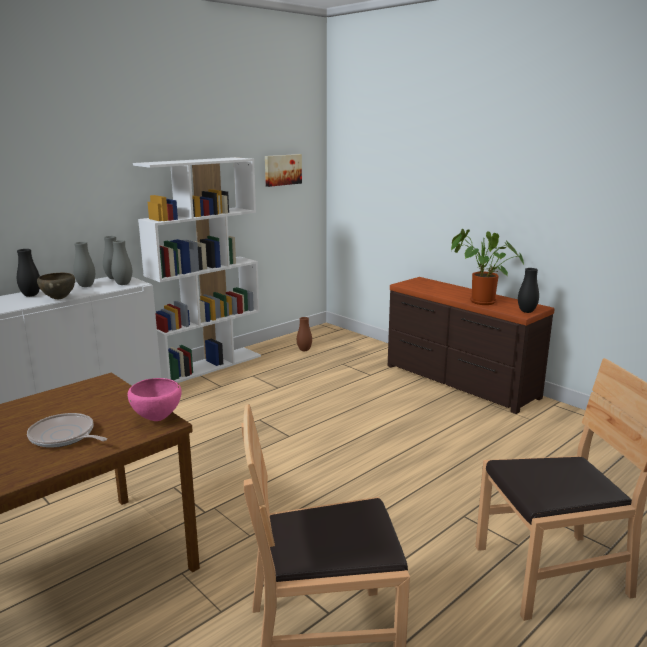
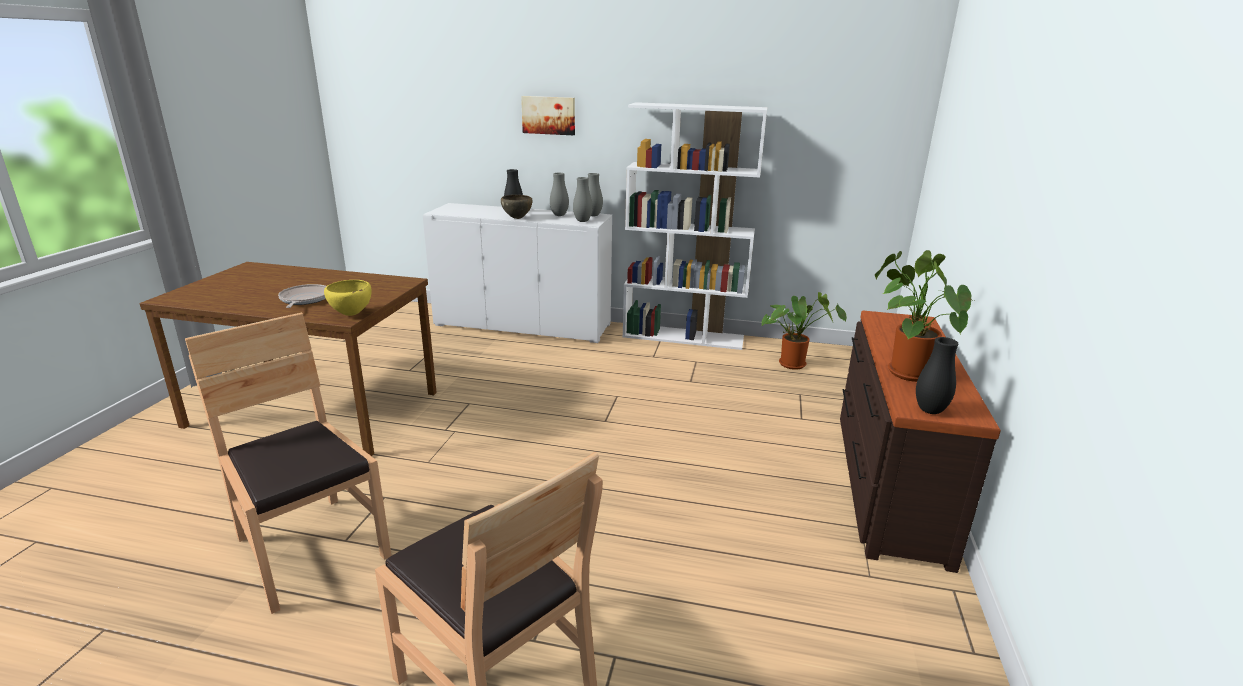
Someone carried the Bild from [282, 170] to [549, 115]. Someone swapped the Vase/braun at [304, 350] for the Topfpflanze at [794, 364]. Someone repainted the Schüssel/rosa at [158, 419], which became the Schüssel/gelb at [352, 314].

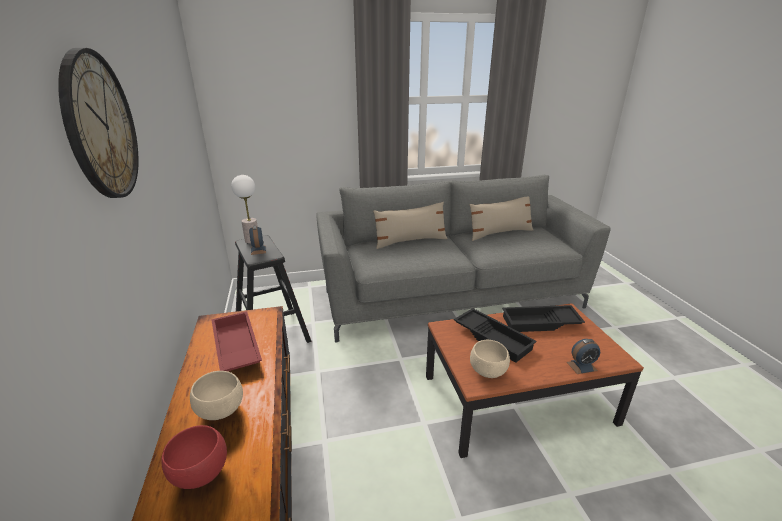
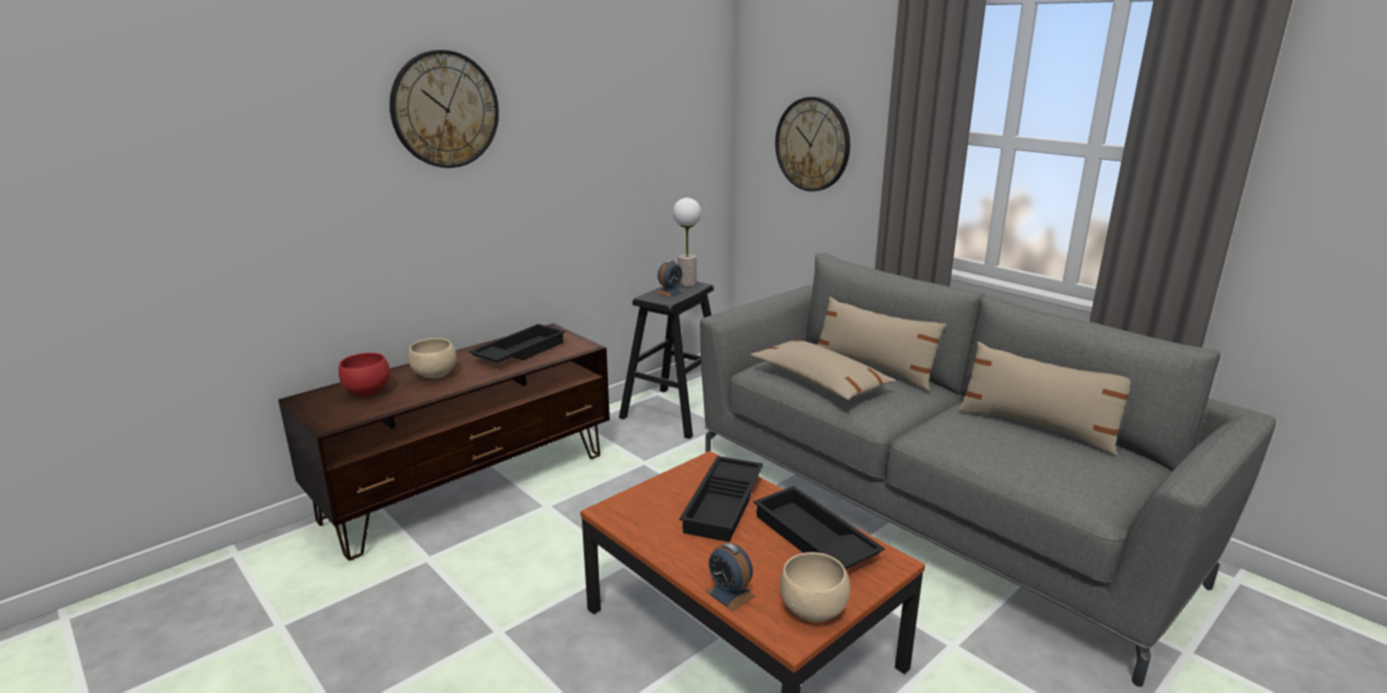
Someone repainted the Tablett/rot at [235, 347], which became the Tablett/schwarz at [519, 352]. Someone carried the Schüssel/beige from [488, 372] to [814, 612]. Someone put up the Wanduhr at [812, 144]. Someone put down the Kissen/beige at [819, 382].

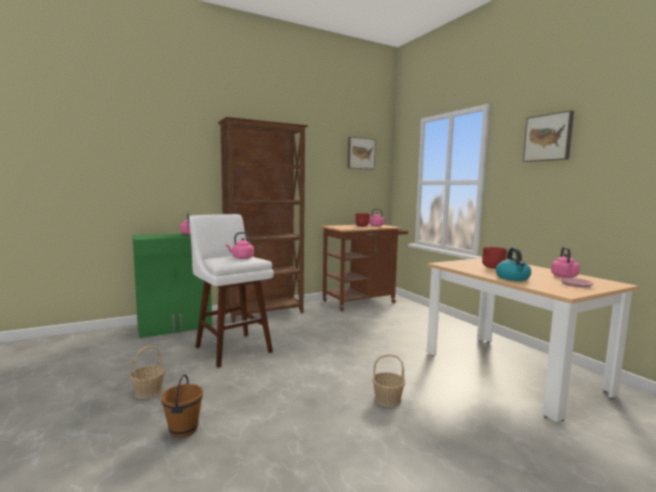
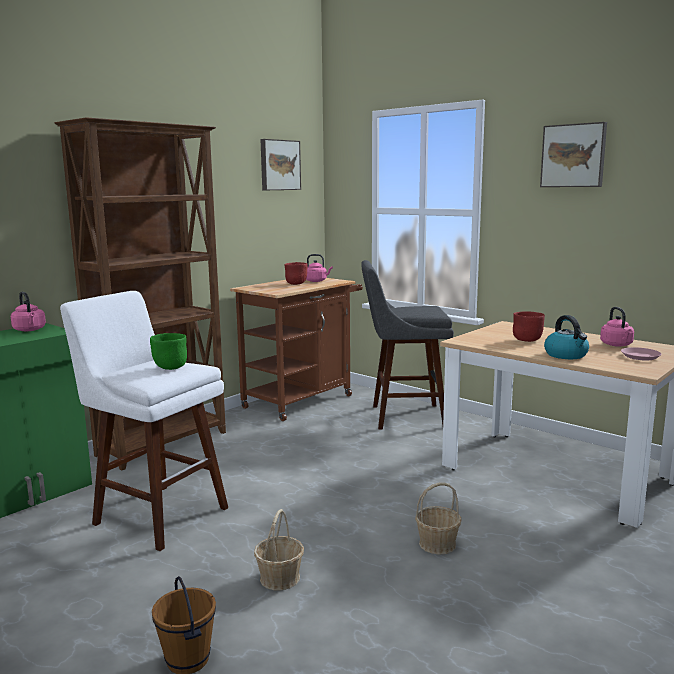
Someone swapped the Wasserkessel/rosa at [241, 258] for the Schüssel/grün at [170, 368]. Someone carried the Korb from [149, 392] to [280, 578]. Someone put down the Hocker/grau at [403, 416].

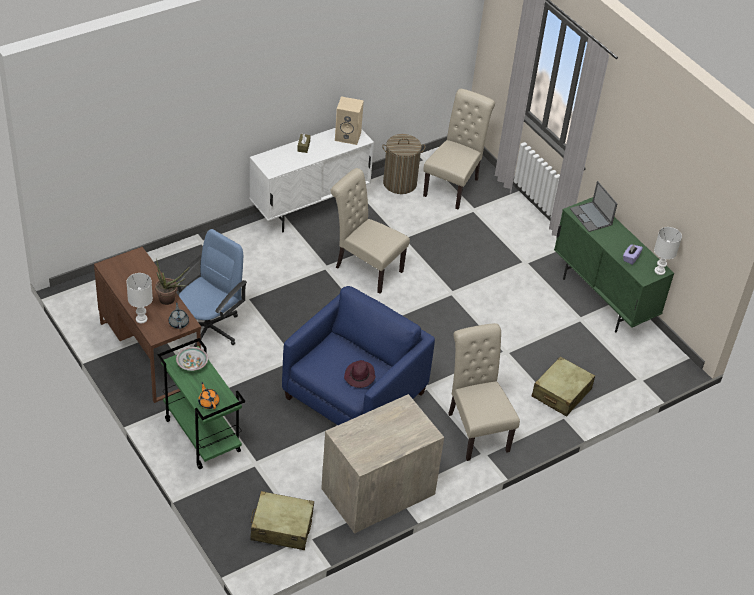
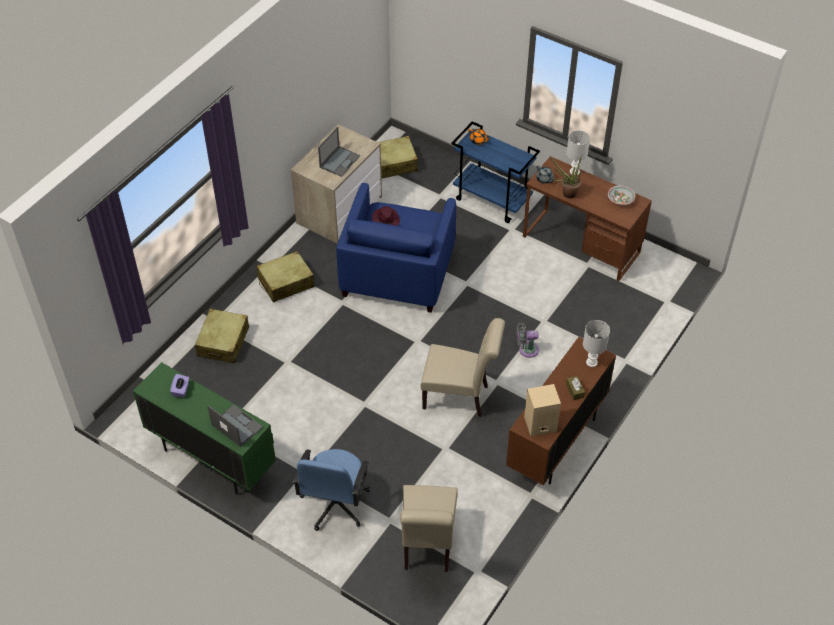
Someone repainted the Schrank/weiß at [309, 209], which became the Schrank/braun at [556, 443]. Someone took away the Wäschekorb at [400, 183]. Someone carried the Tischlampe/weiß from [659, 271] to [592, 362]. Someone carried the Bürostuhl/blau from [209, 328] to [334, 504]. Someone swapped the Stuhl/beige at [476, 429] for the Koffer/beige at [285, 283]. Someone repainted the Rollwagen/grün at [201, 435], which became the Rollwagen/blau at [492, 200]. Someone carried the Schüssel from [192, 364] to [620, 200]. Someone put down the Laptop at [340, 161]. Someone put down the Ventilator/grau at [526, 350].

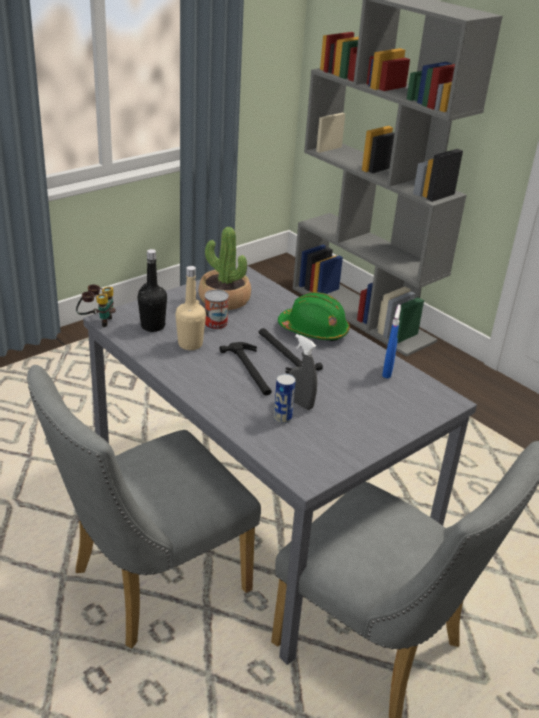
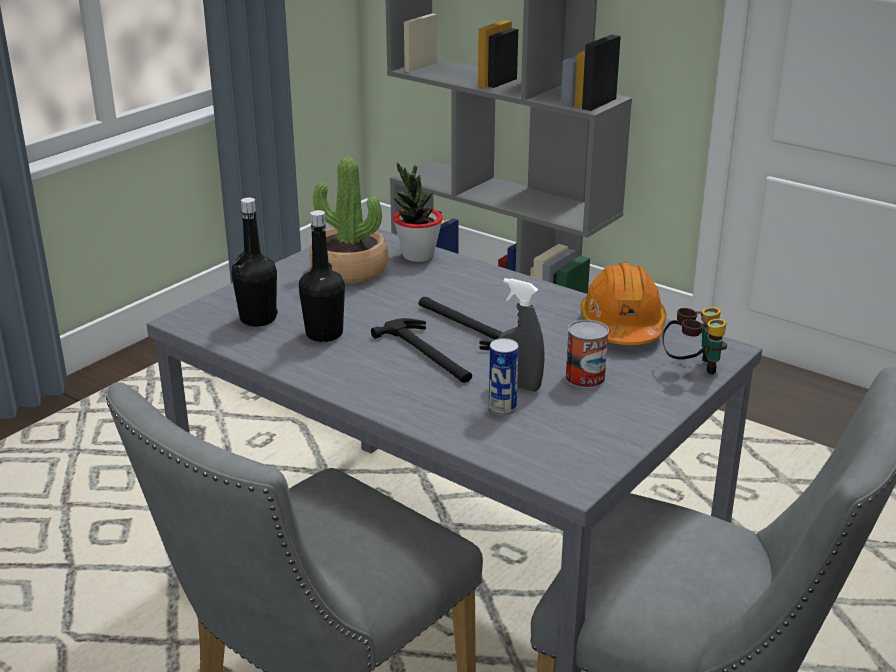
Someone repainted the Flasche/beige at [190, 344], which became the Flasche/schwarz at [324, 334]. Someone carried the Fernglas from [97, 321] to [692, 367]. Someone carried the Dose from [215, 323] to [585, 378]. Someone took away the Schutzhelm/grün at [314, 330]. Someone swapped the Sprühflasche/blau at [387, 371] for the Schutzhelm/orange at [622, 327]. Someone put down the Topfpflanze at [418, 256].

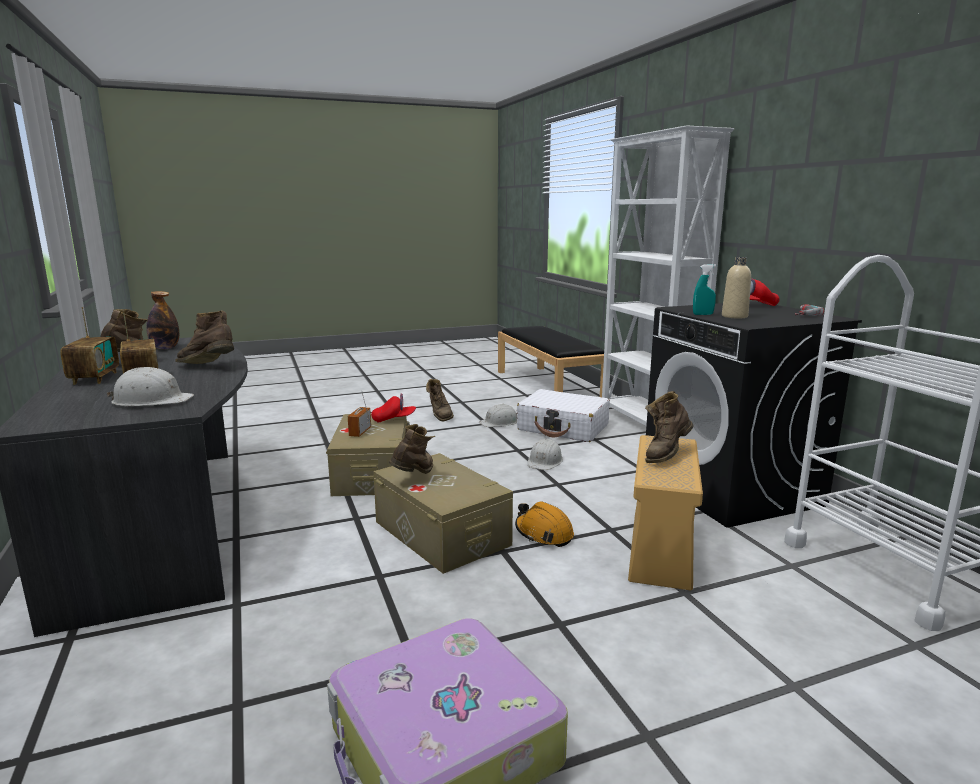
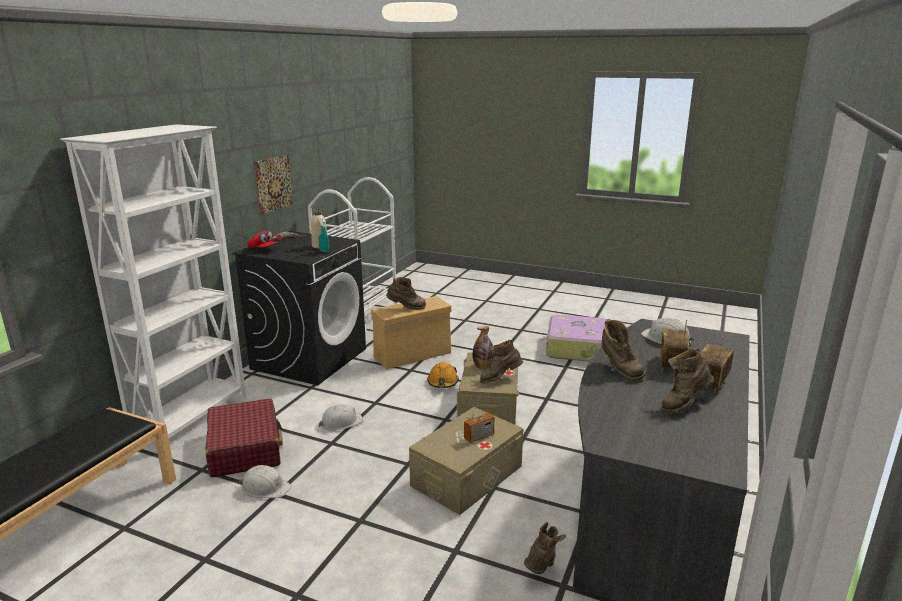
Someone carried the Flasche from [165, 348] to [483, 367]. Someone carried the Stiefel/braun from [440, 416] to [541, 567]. Someone repainted the Koffer/weiß at [563, 428], which became the Koffer/rot at [245, 448]. Someone took away the Kappe/rot at [394, 419]. Someone put up the Bild at [274, 184].

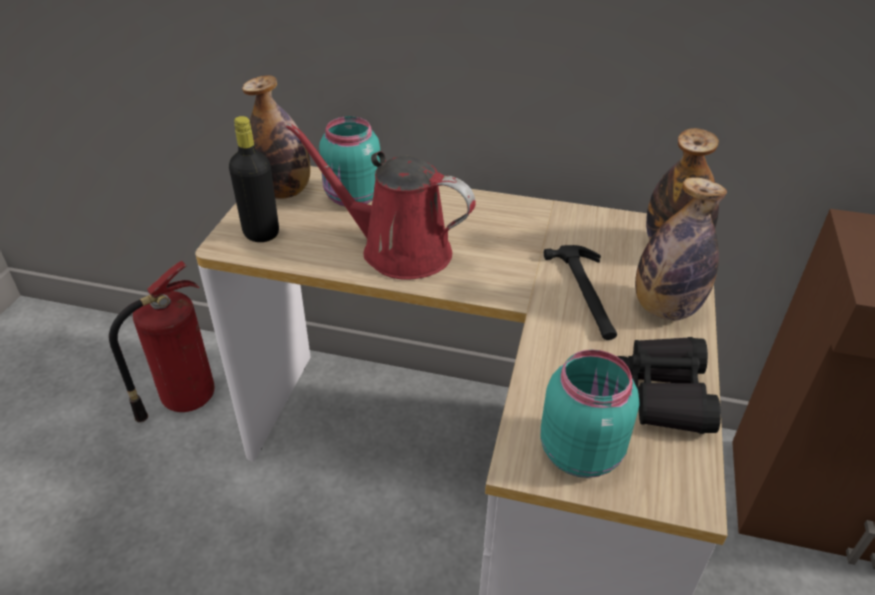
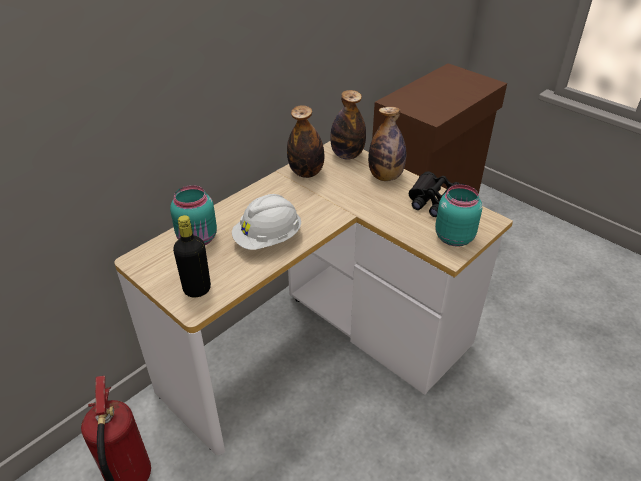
Someone carried the Flasche from [284, 191] to [306, 173]. Someone swapped the Gießkanne/rot at [397, 250] for the Schutzhelm/weiß at [268, 239]. Someone took away the Hammer at [587, 293].

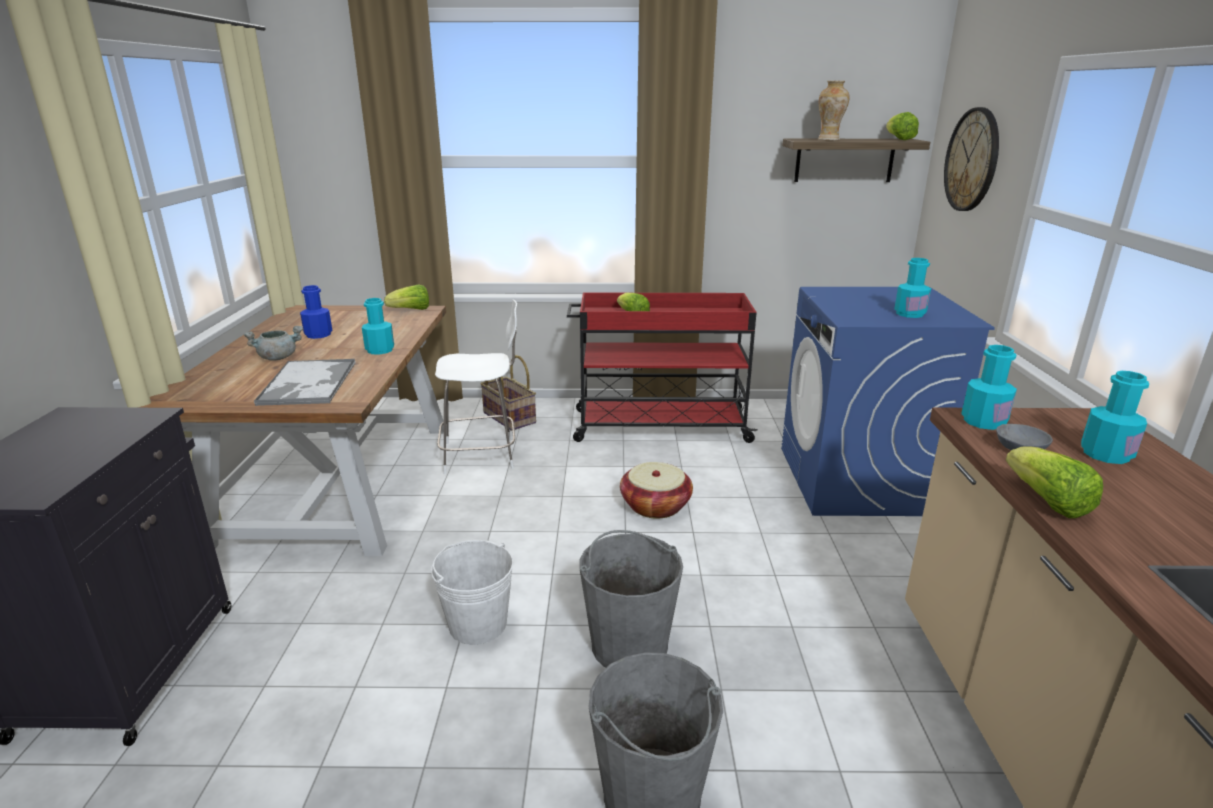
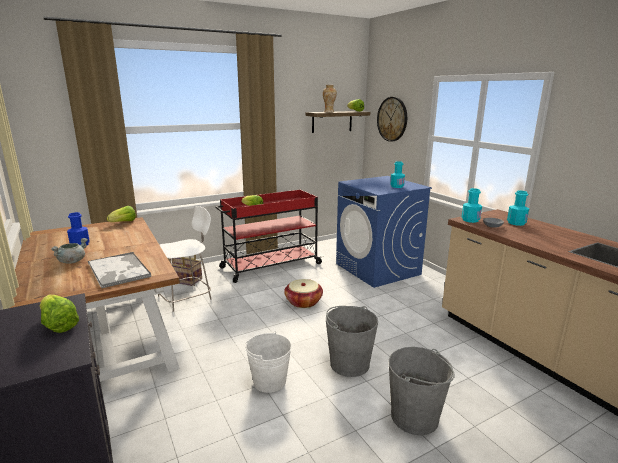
Someone took away the Flasche/türkis at [380, 350]. Someone carried the Salatkopf from [1046, 502] to [59, 325].

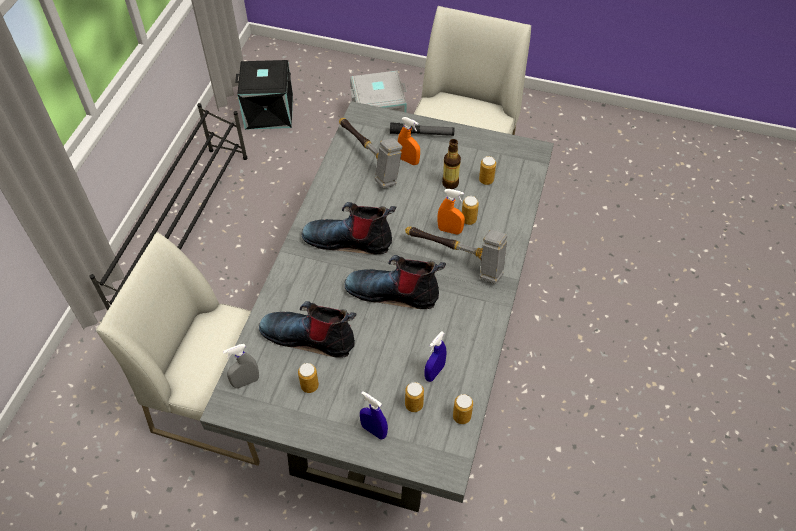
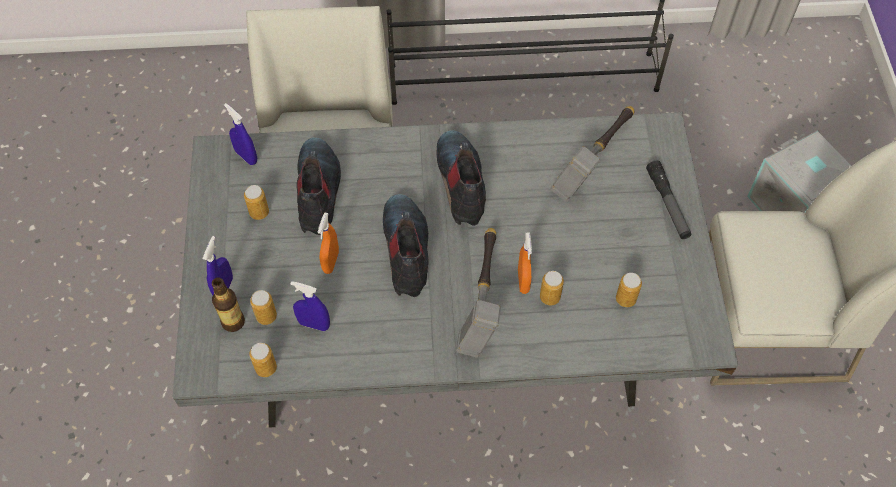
Someone took away the Aufbewahrungsbox/schwarz at [269, 111]. Someone carried the Sprühflasche/orange from [408, 160] to [331, 262]. Someone carried the Flasche from [450, 183] to [233, 322]. Someone repainted the Sprühflasche/grau at [246, 382], which became the Sprühflasche/blau at [246, 156].

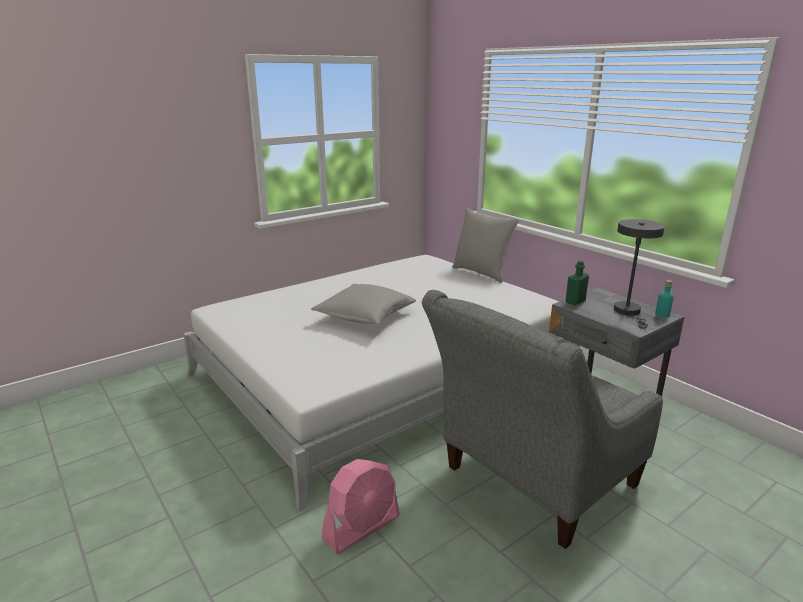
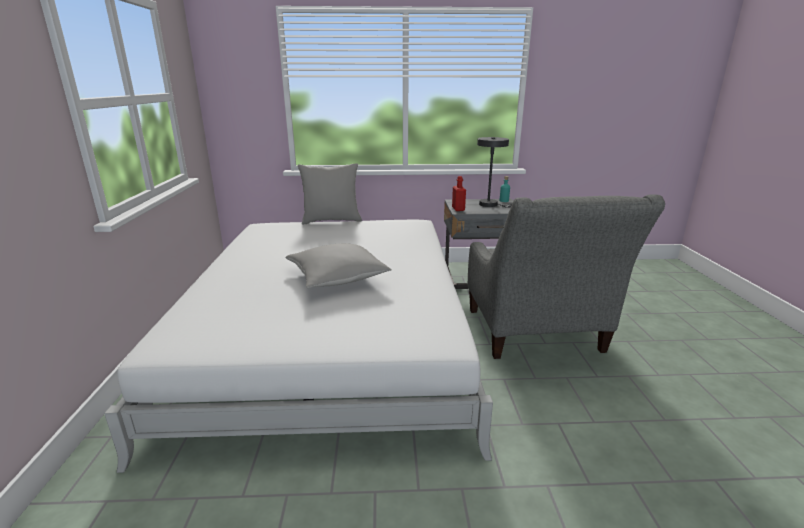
Someone repainted the Flasche/grün at [575, 302], which became the Flasche/rot at [458, 209]. Someone took away the Ventilator/rosa at [362, 527].

